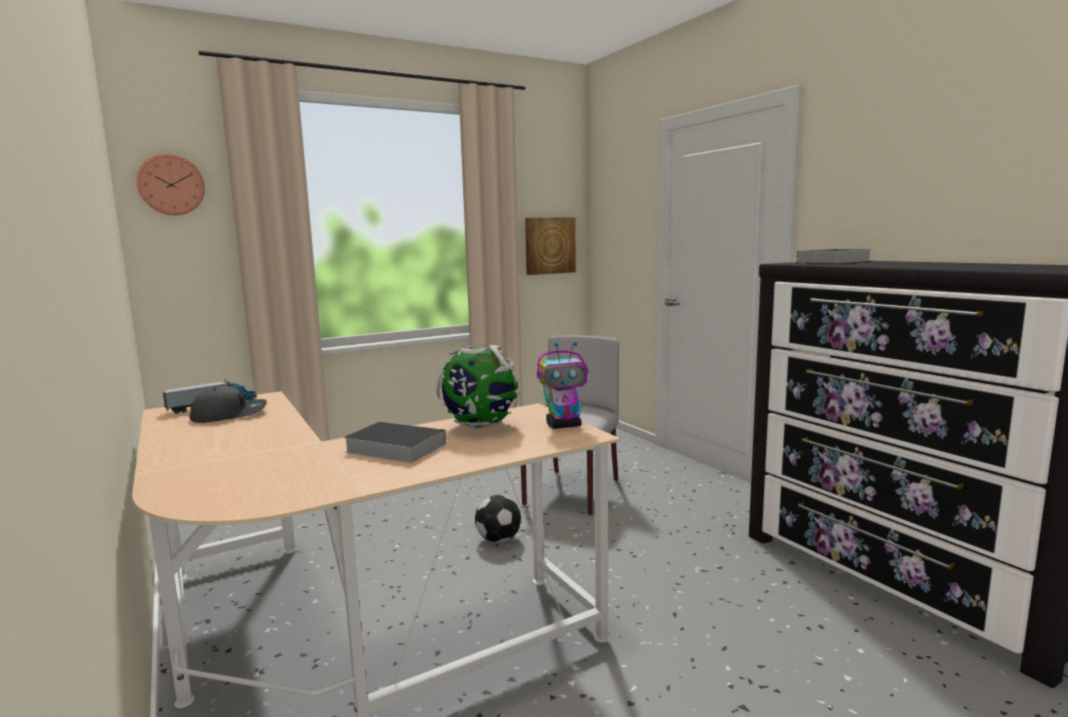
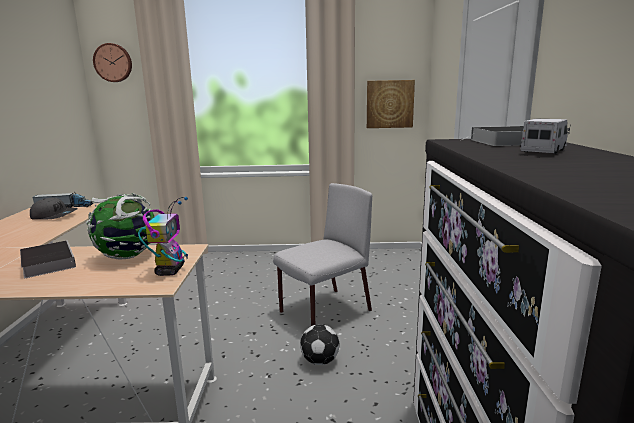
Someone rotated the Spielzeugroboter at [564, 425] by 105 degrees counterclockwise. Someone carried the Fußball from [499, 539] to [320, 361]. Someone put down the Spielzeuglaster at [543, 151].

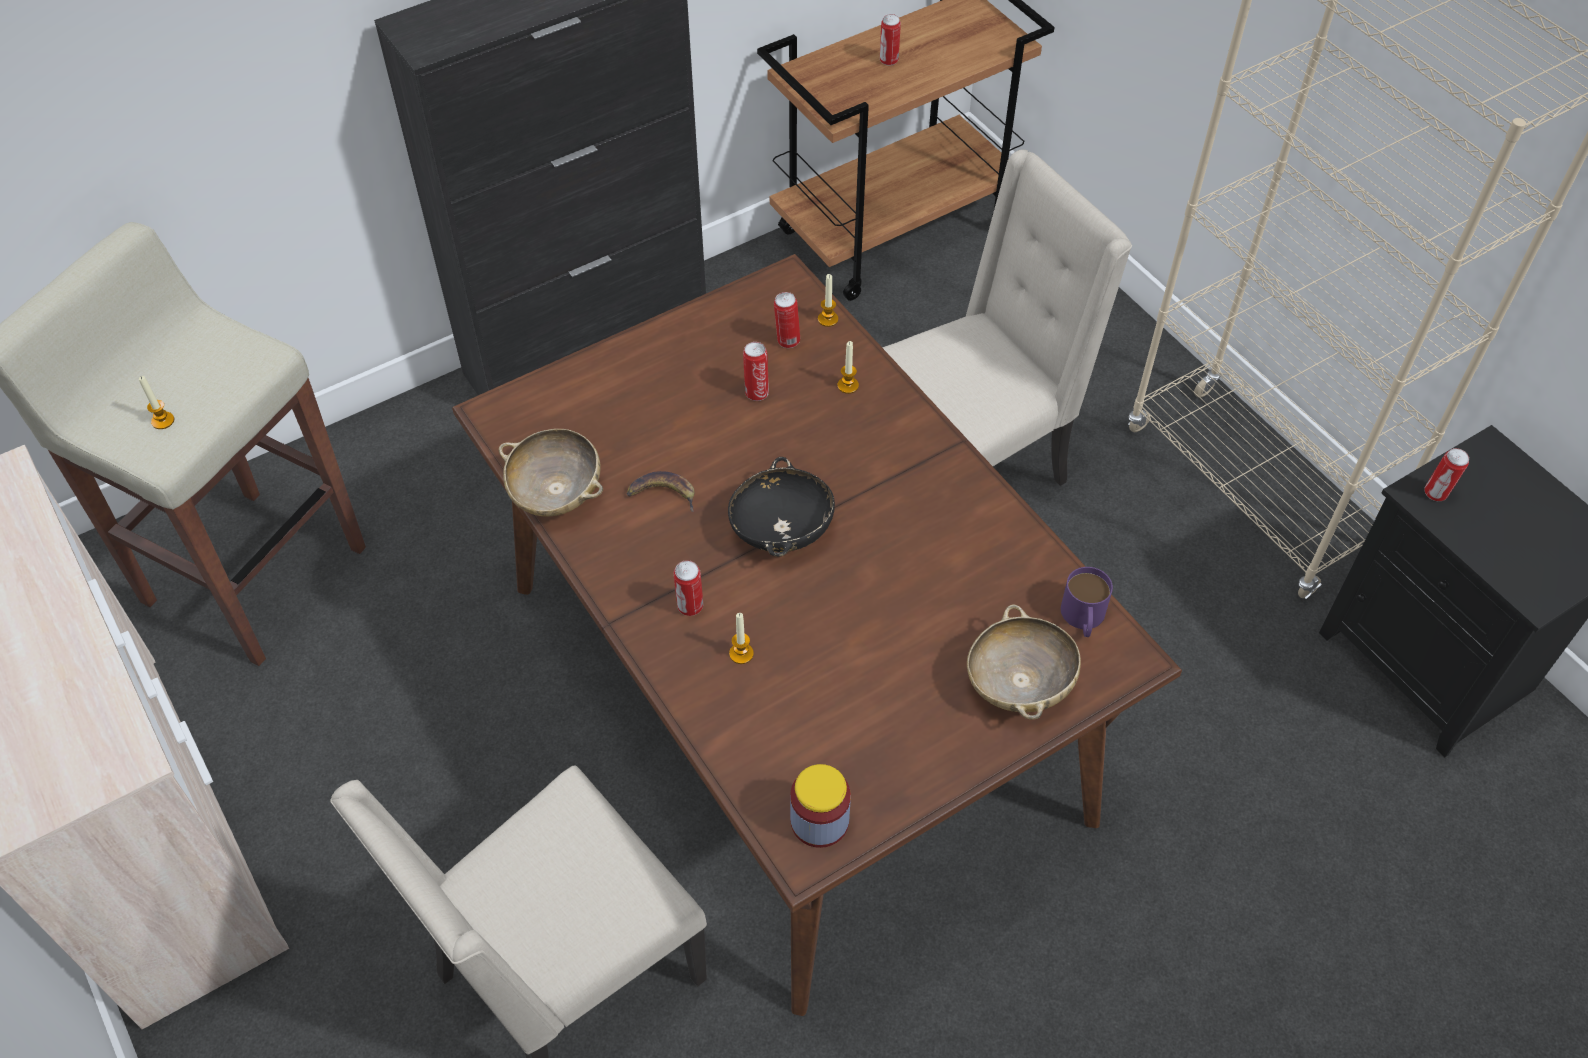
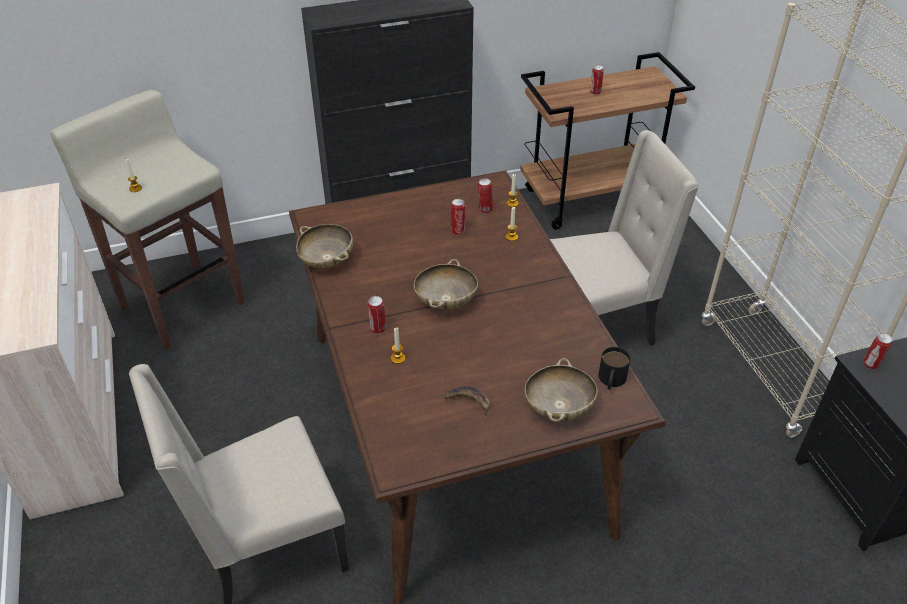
Someone repainted the Schüssel/schwarz at [781, 530], which became the Schüssel/beige at [445, 301]. Someone carried the Banane from [662, 494] to [468, 402]. Someone repainted the Henkelbecher/lila at [1083, 618], which became the Henkelbecher/schwarz at [611, 380]. Someone took away the Vorratsglas at [819, 821].

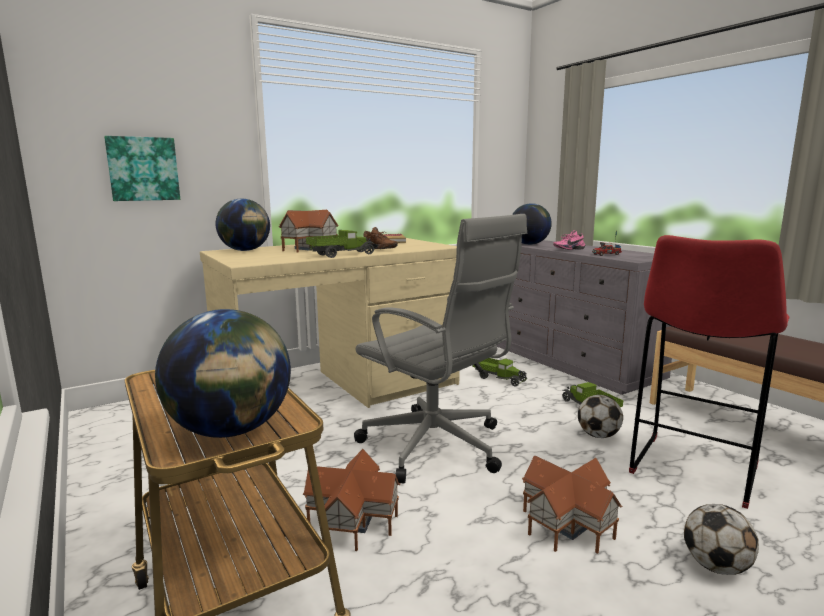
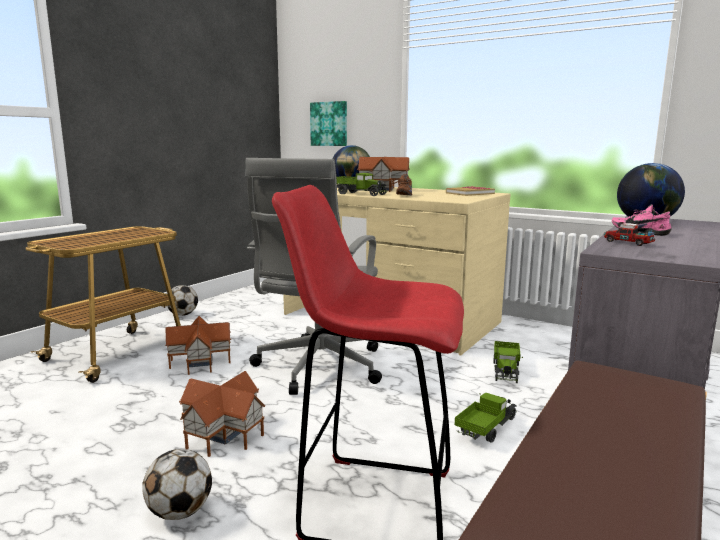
Someone took away the Globus at [231, 430]. Someone carried the Fußball from [598, 435] to [183, 314].

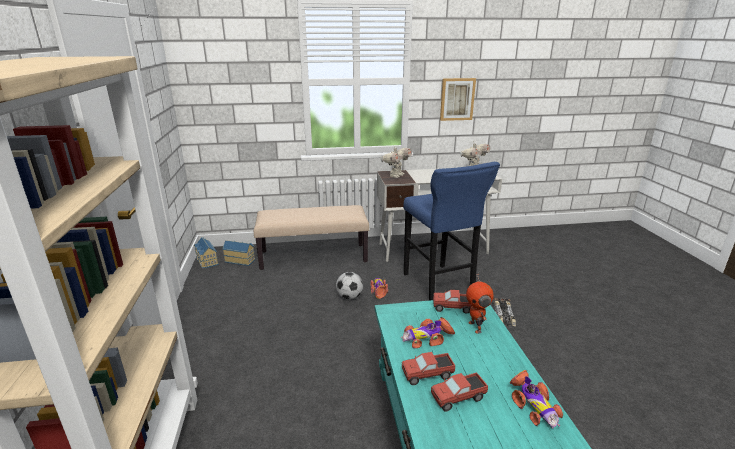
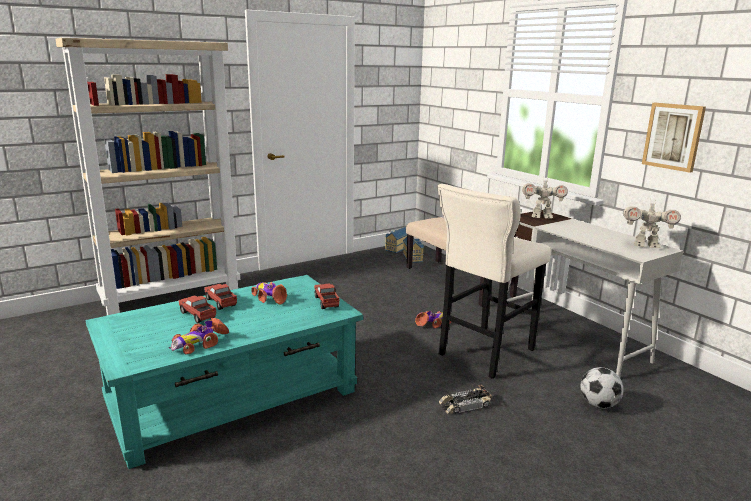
Someone repainted the Hocker/blau at [439, 286], which became the Hocker/beige at [483, 354]. Someone carried the Fußball from [349, 297] to [598, 404]. Someone took away the Spielzeugroboter at [476, 327].

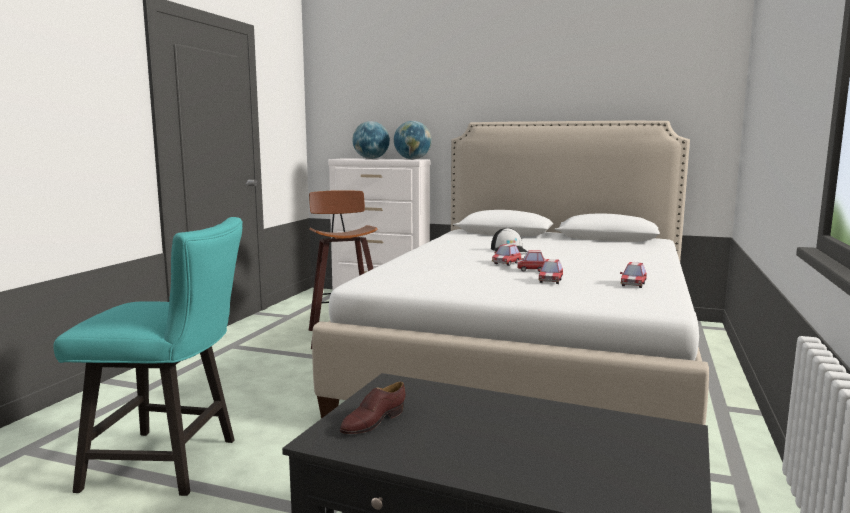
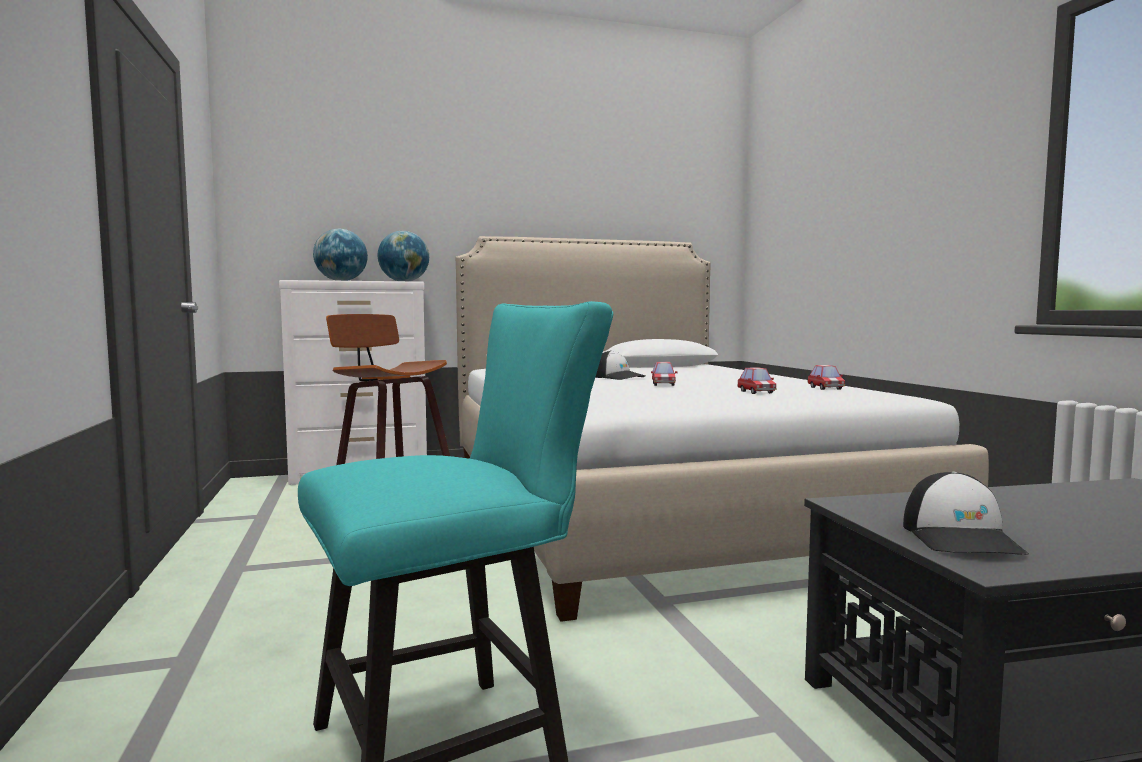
Someone took away the Spielzeugauto at [532, 270]. Someone swapped the Schuh/braun at [372, 422] for the Kappe at [961, 538].

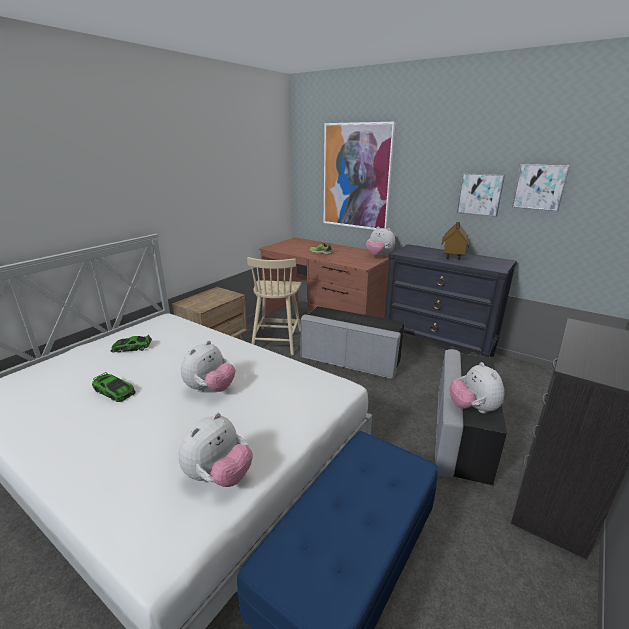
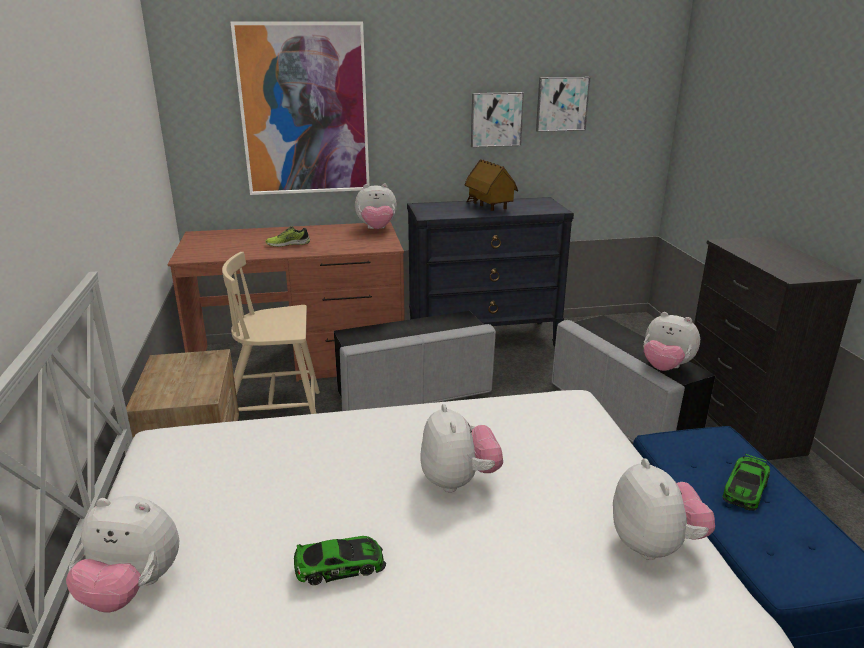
Someone rotated the Stuhl/beige at [277, 340] by 120 degrees clockwise. Someone carried the Spielzeugauto from [131, 347] to [745, 488]. Someone put down the Plüschtier at [132, 589].

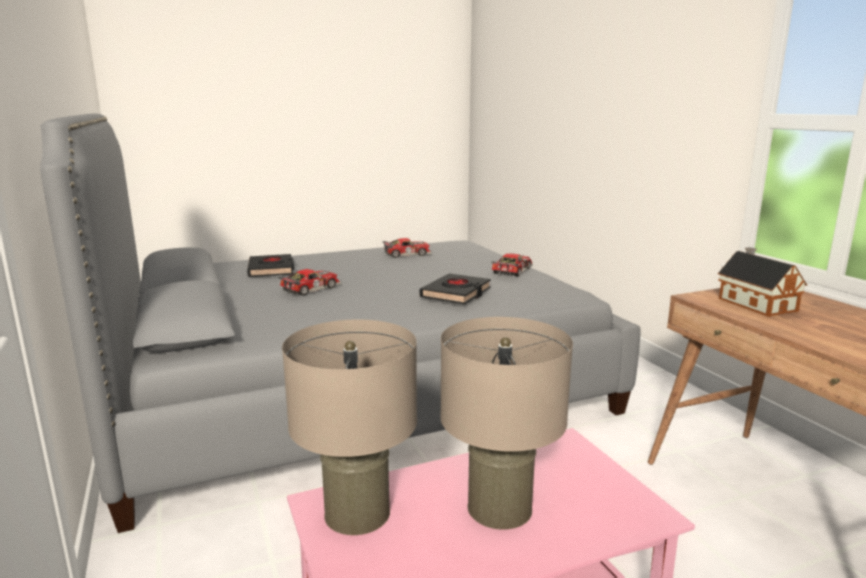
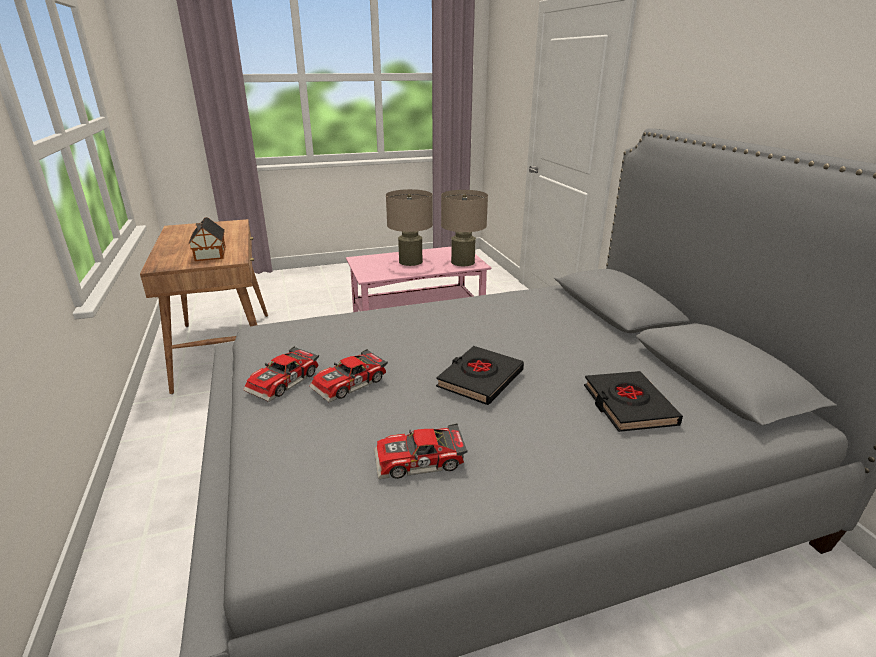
Someone carried the Spielzeugauto from [309, 288] to [351, 384]. Someone carried the Buch/schwarz from [456, 293] to [480, 379].

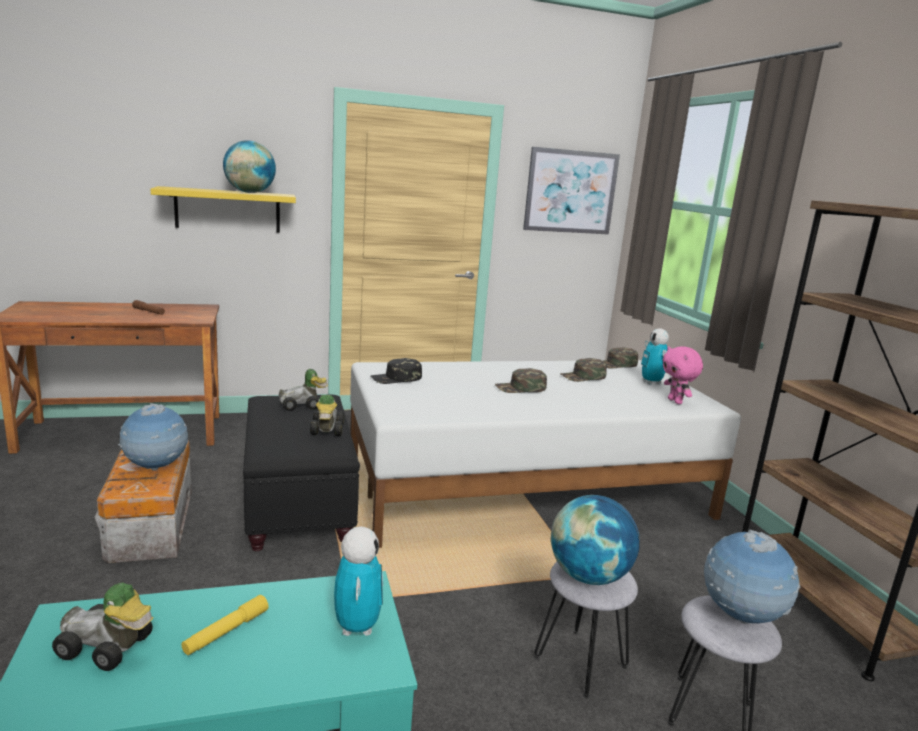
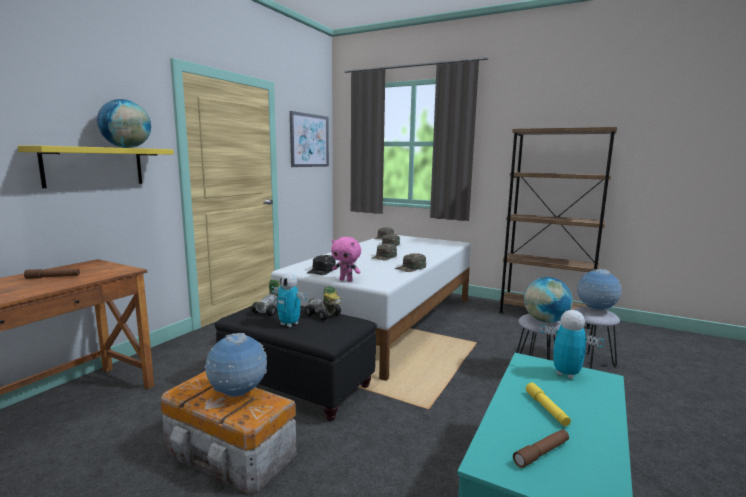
Someone carried the Spielzeugroboter from [651, 382] to [289, 324]. Someone carried the Plüschtier/rosa from [675, 401] to [346, 280]. Someone swapped the Spielzeugauto at [107, 650] for the Taschenlampe/braun at [541, 453]. Someone put down the Kappe/grün at [411, 268].

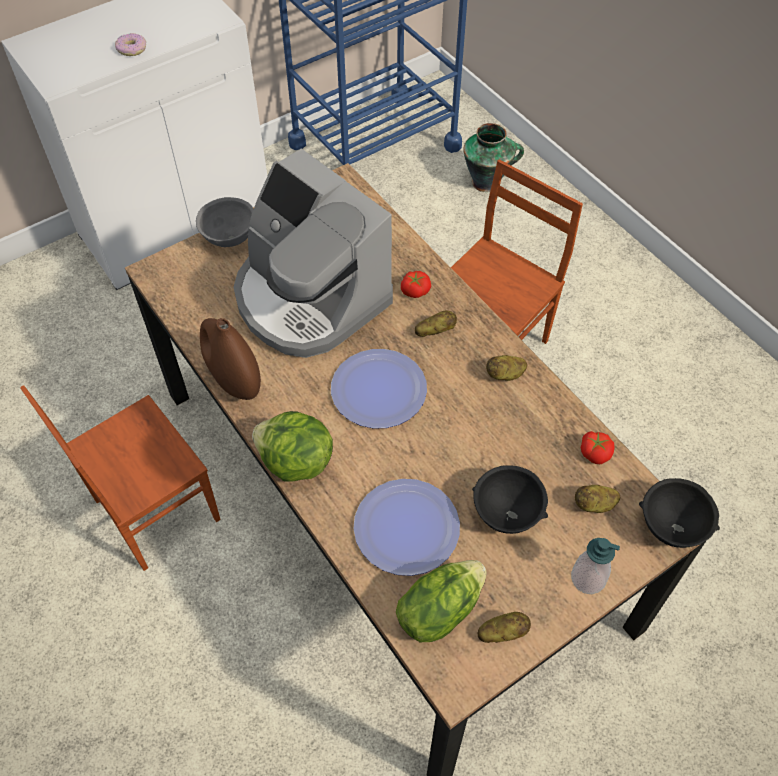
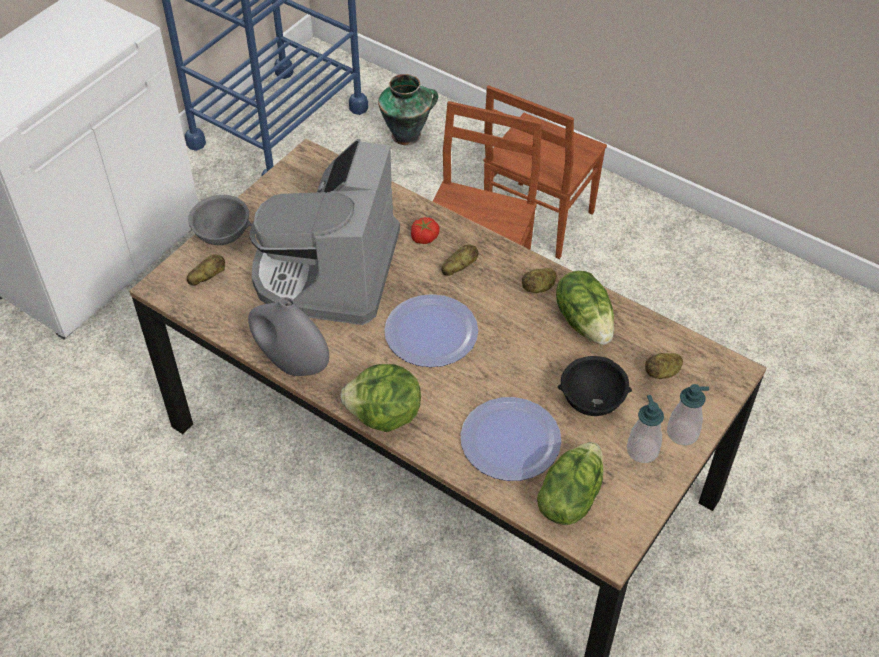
Someone took away the Donut at [132, 49]. Someone rotated the Kaffeemaschine at [309, 299] by 75 degrees clockwise. Someone repainted the Vase/braun at [234, 381], which became the Vase/grau at [292, 363]. Someone carried the Stuhl/braun from [154, 510] to [536, 220]. Someone took away the Tomate at [595, 452]. Someone took away the Schüssel/schwarz at [672, 528]. Someone carried the Kartoffel from [502, 632] to [207, 277]. Someone put down the Salatkopf at [585, 321]. Someone put down the Seifenspender at [642, 450].

